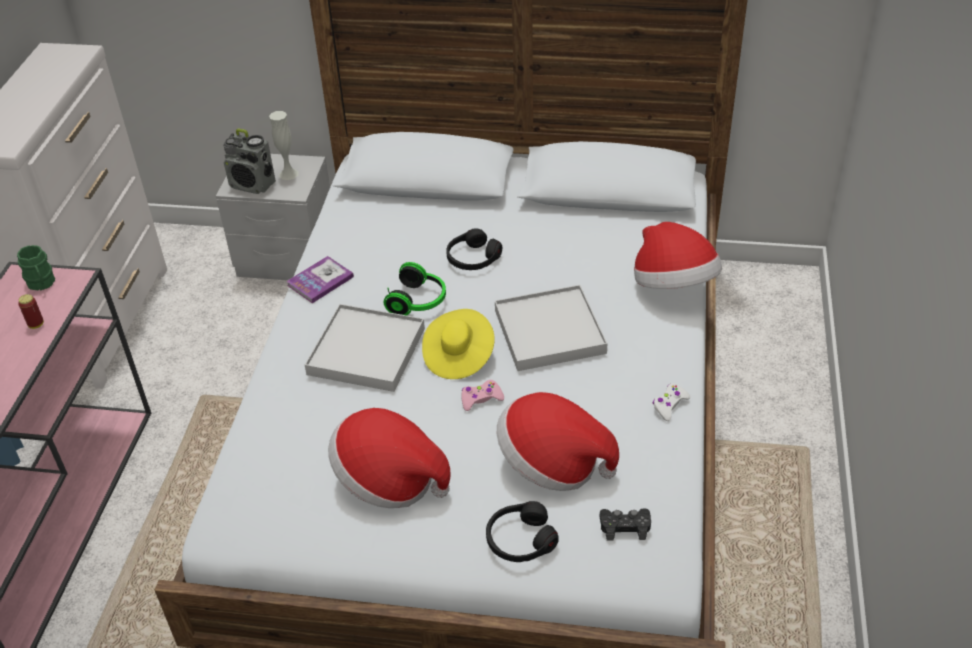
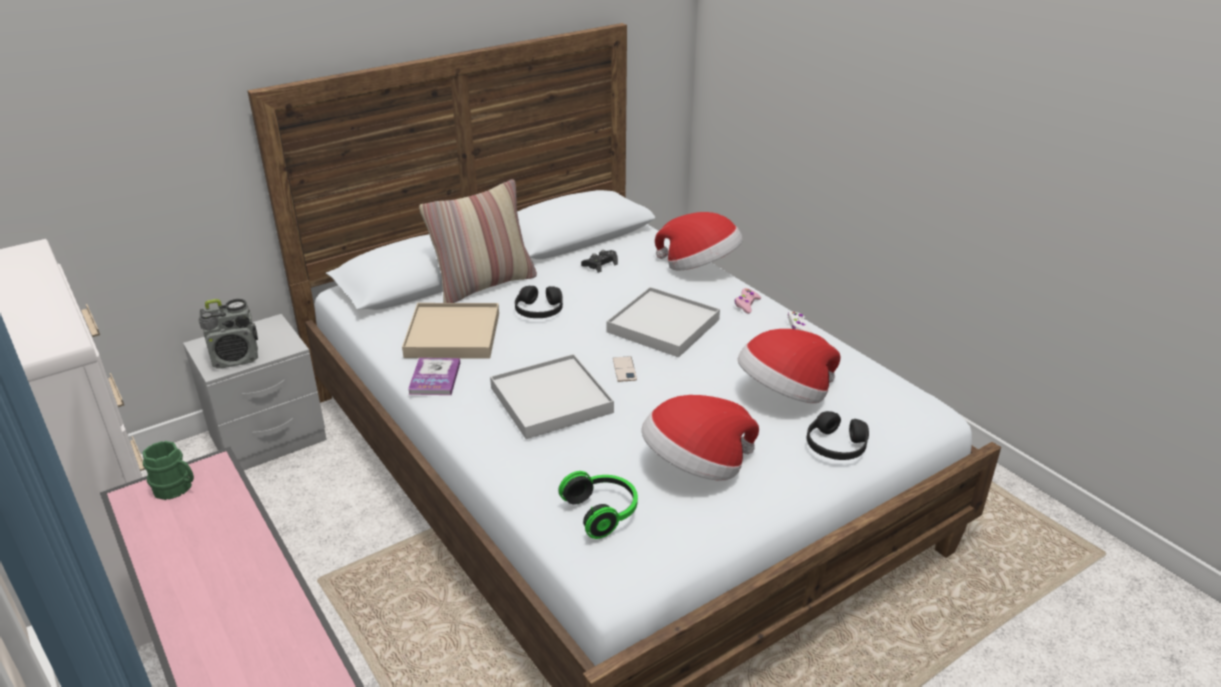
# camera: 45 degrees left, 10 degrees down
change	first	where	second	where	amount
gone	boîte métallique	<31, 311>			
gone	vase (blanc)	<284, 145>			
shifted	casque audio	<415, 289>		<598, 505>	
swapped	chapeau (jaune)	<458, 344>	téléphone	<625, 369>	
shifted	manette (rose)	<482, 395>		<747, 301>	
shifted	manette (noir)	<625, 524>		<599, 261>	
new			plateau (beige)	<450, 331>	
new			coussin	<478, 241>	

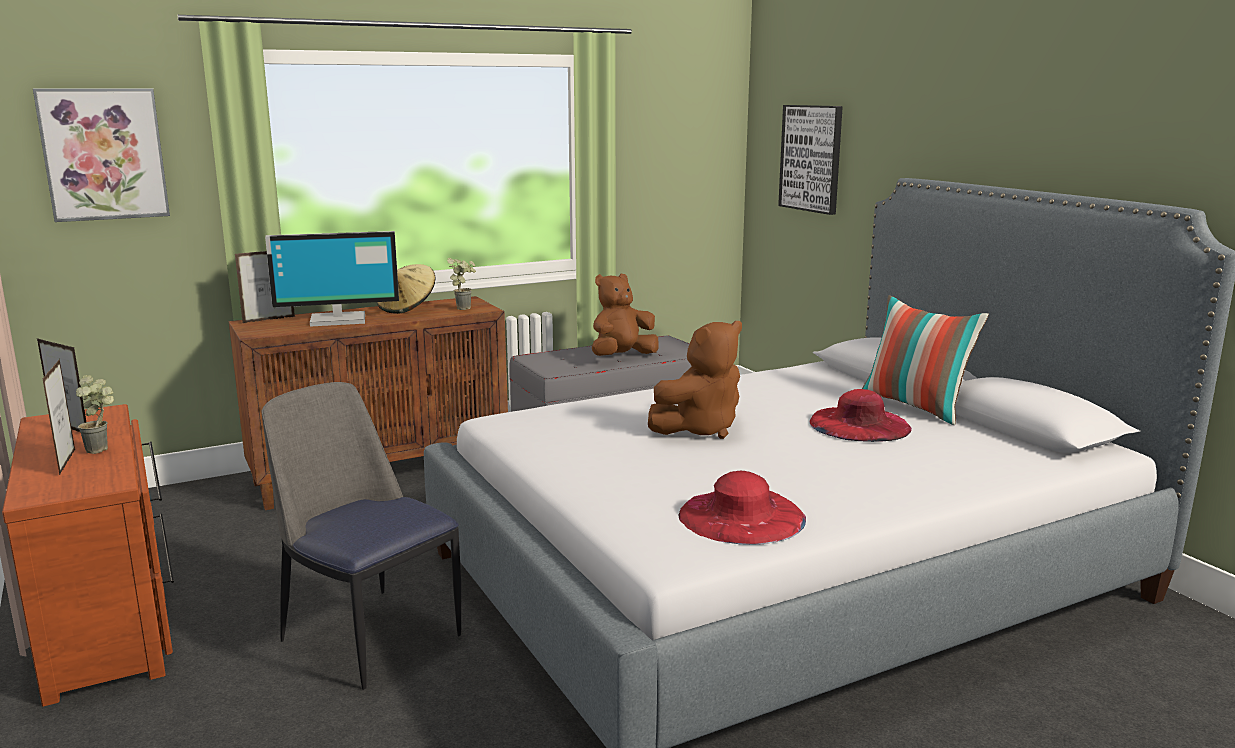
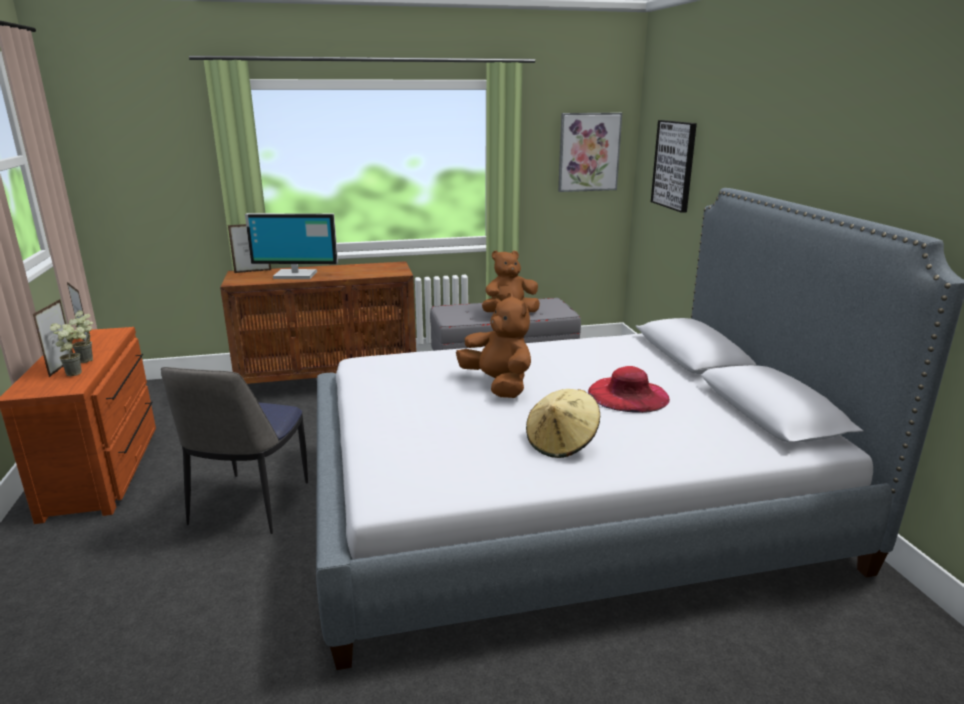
# camera: 15 degrees right, 5 degrees up
change	first	where	second	where	amount
shifted	tableau	<101, 155>		<590, 152>	
rotated	chaise	<361, 536>		<234, 450>	135 degrees counterclockwise
shifted	chapeau (beige)	<406, 289>		<563, 423>	
shifted	plante en pot	<461, 284>		<68, 349>	
rotated	peluche (marron)	<695, 380>		<493, 345>	105 degrees counterclockwise
gone	chapeau (rouge)	<742, 508>			
gone	coussin	<925, 360>			

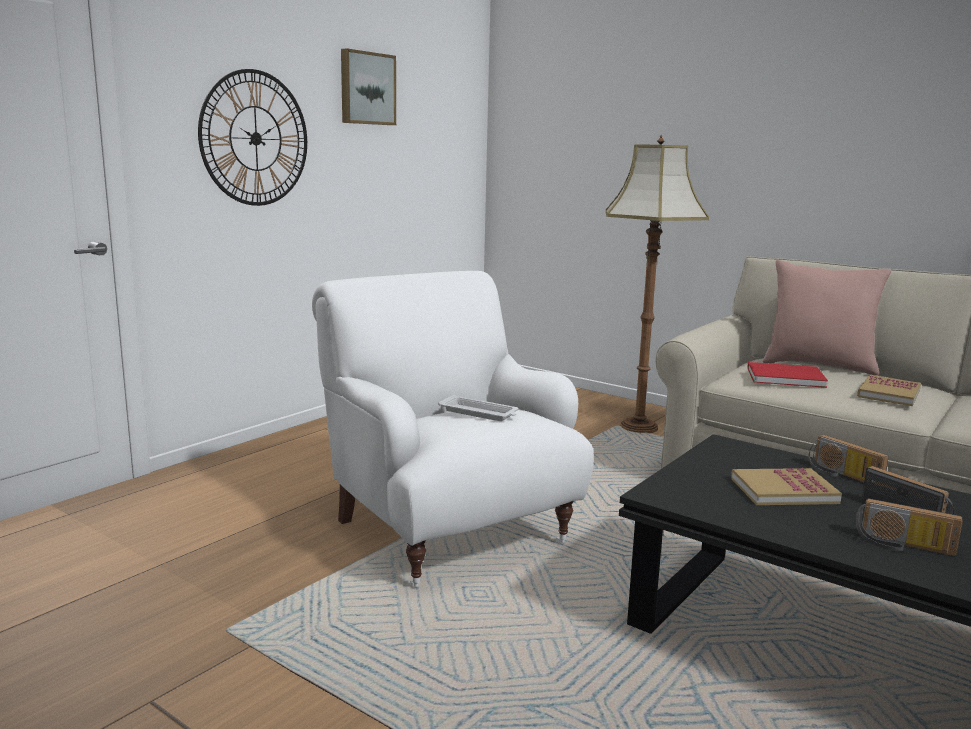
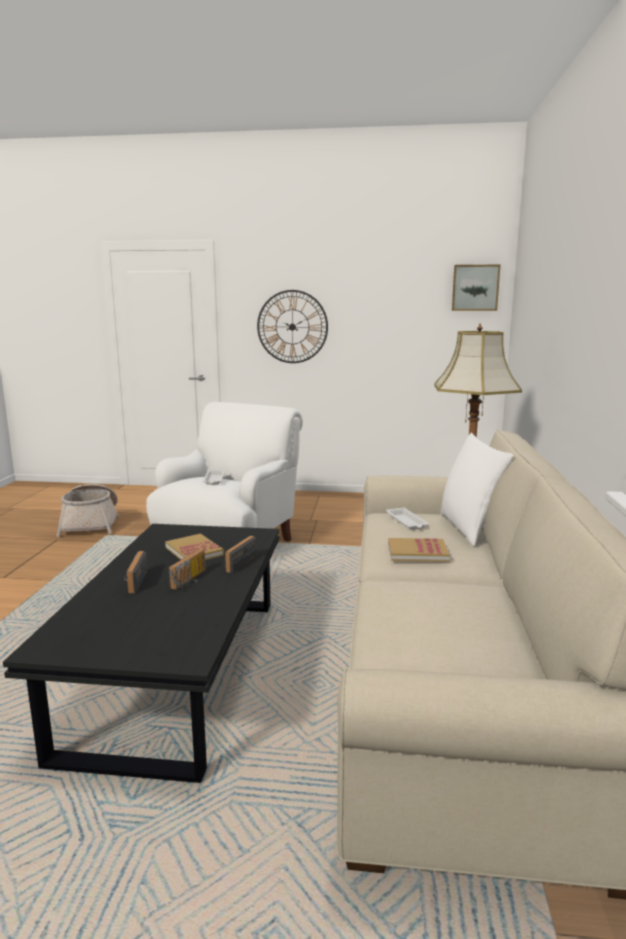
# camera: 60 degrees right, 0 degrees up
change	first	where	second	where	amount
shifted	tableau	<368, 86>		<476, 288>	
swapped	livre (rouge)	<787, 375>	plateau (blanc)	<407, 518>	
repainted	coussin (rose)	<827, 318>	coussin (blanc)	<477, 490>	
new			panier	<87, 510>	

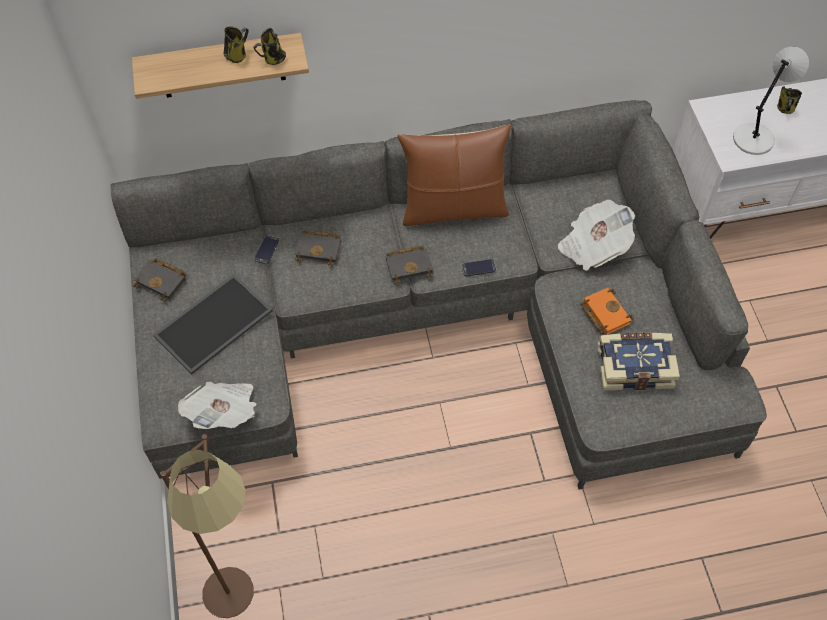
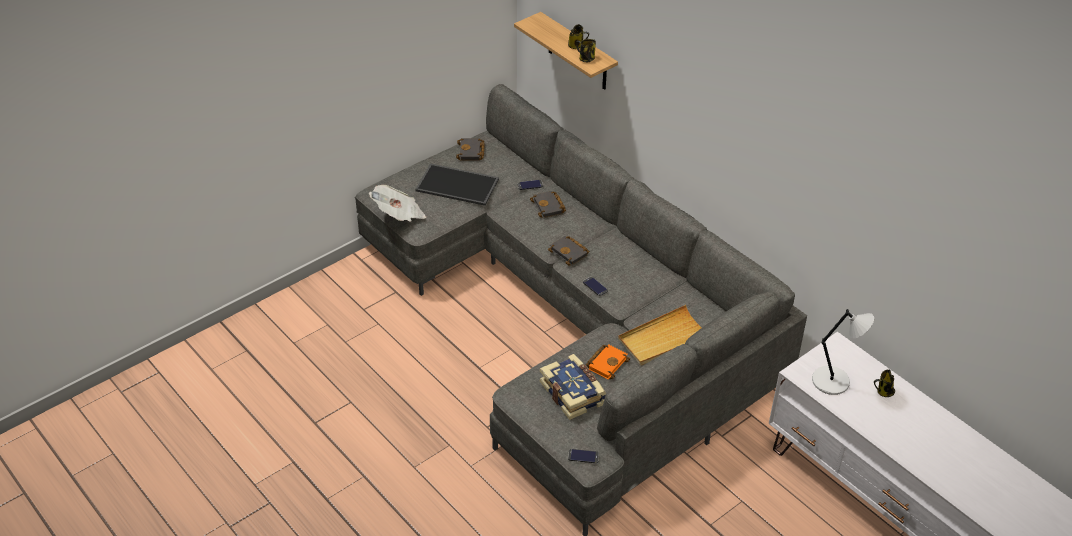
# camera: 60 degrees right, 15 degrees down
change	first	where	second	where	amount
gone	lampadaire (marron)	<207, 526>			
gone	coussin (marron)	<454, 175>			
swapped	journal	<596, 235>	plateau (beige)	<659, 335>	
new			téléphone	<583, 456>	

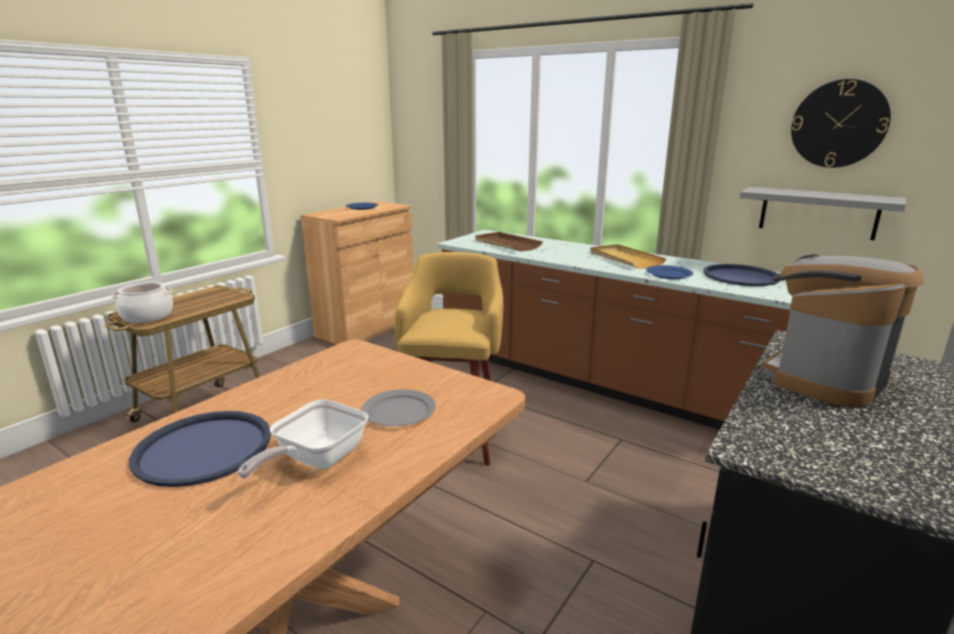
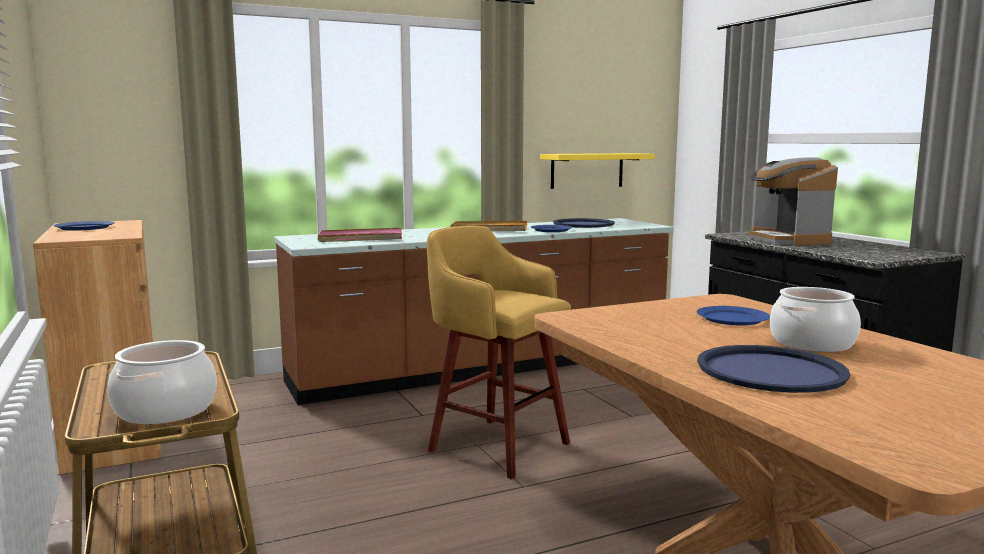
# camera: 60 degrees left, 10 degrees down
change	first	where	second	where	amount
swapped	poêle	<303, 438>	marmite	<815, 319>	
repainted	assiette (gris)	<399, 407>	assiette (bleu)	<733, 315>	
repainted	plateau (marron)	<509, 241>	plateau (rose)	<360, 235>	
repainted	étagère (gris)	<822, 213>	étagère (jaune)	<597, 171>	
gone	horloge murale	<841, 123>			

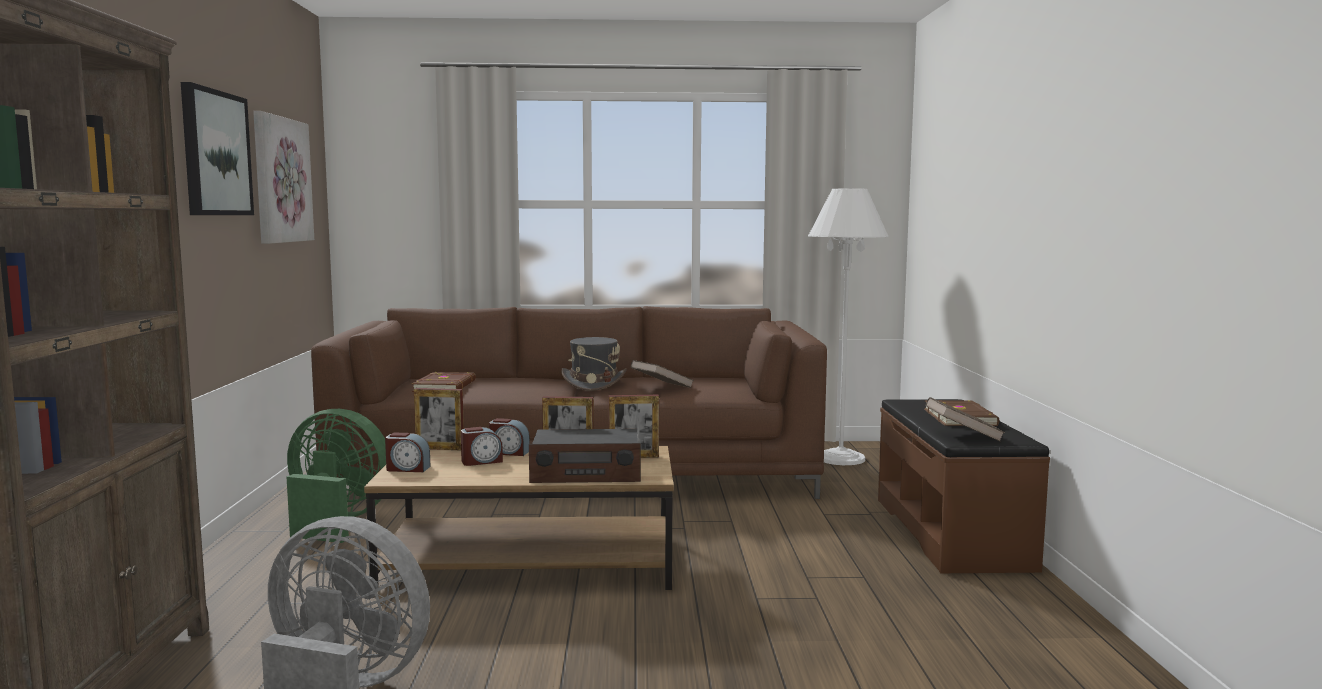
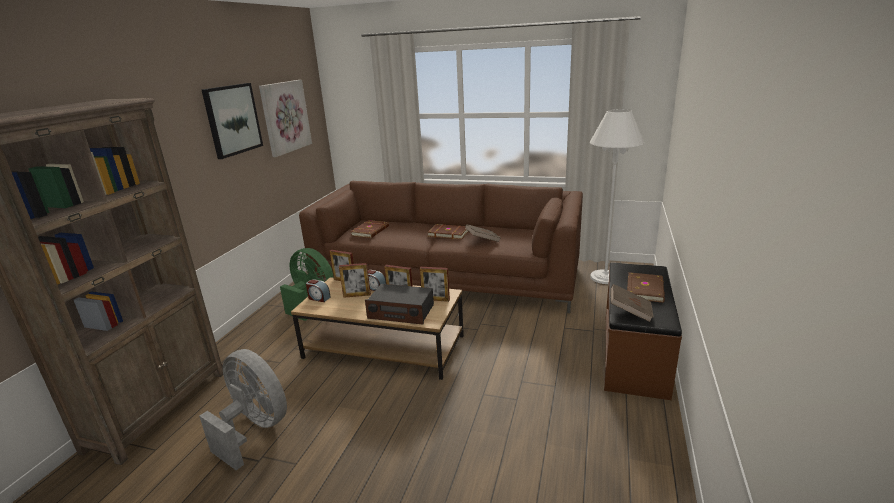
# camera: 20 degrees right, 15 degrees up
change	first	where	second	where	amount
swapped	réveil	<482, 446>	cadre photo	<355, 280>	
swapped	chapeau (gris)	<594, 364>	livre (marron)	<447, 231>	

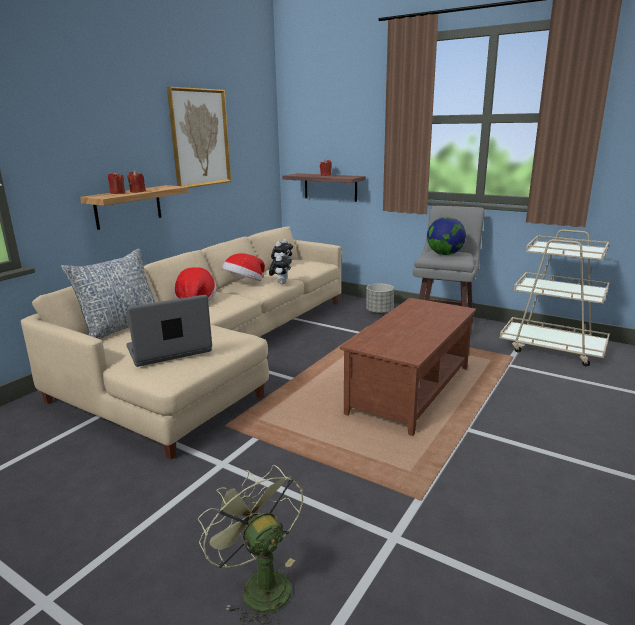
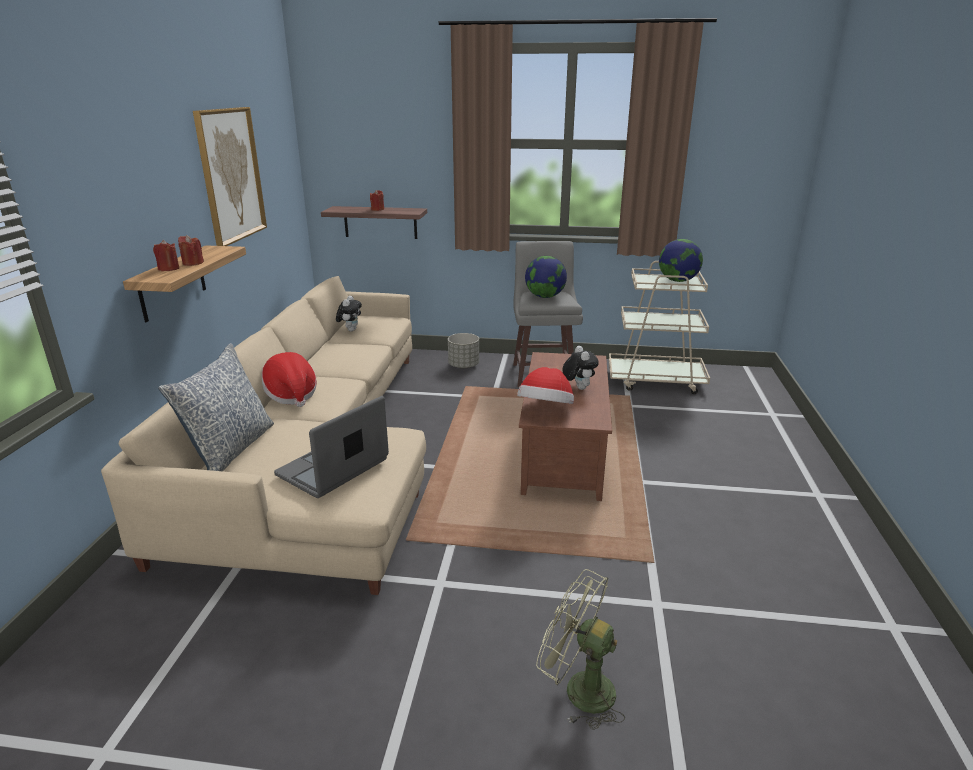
# camera: 25 degrees left, 5 degrees up
change	first	where	second	where	amount
shifted	chapeau	<243, 267>		<545, 385>	
shifted	peluche	<280, 268>		<581, 368>	
new			globe	<681, 260>	

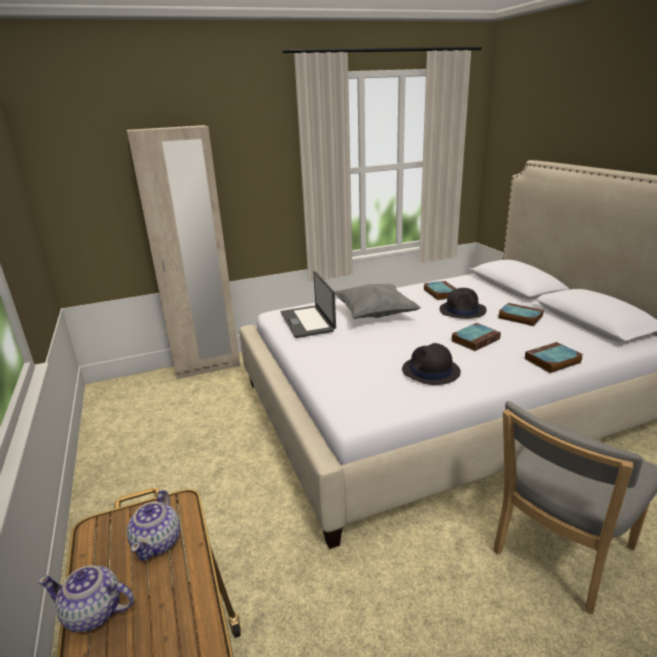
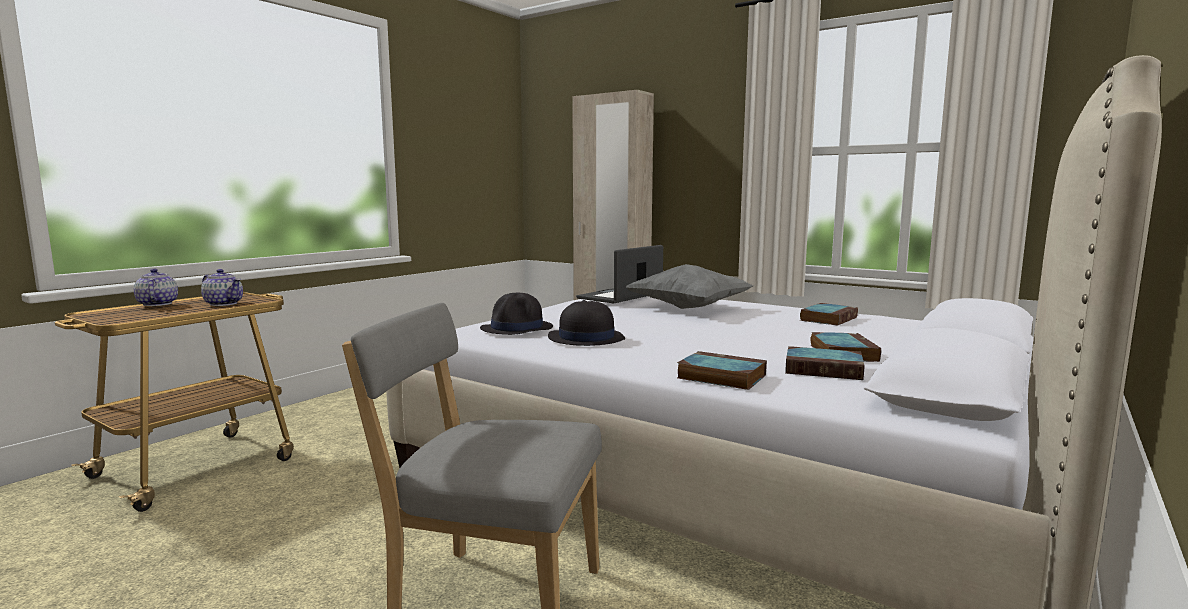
# camera: 55 degrees right, 15 degrees down
change	first	where	second	where	amount
rotated	théière	<153, 525>		<222, 287>	120 degrees counterclockwise
shifted	chapeau (noir)	<463, 303>		<516, 314>	
shifted	livre	<476, 337>		<825, 363>	

